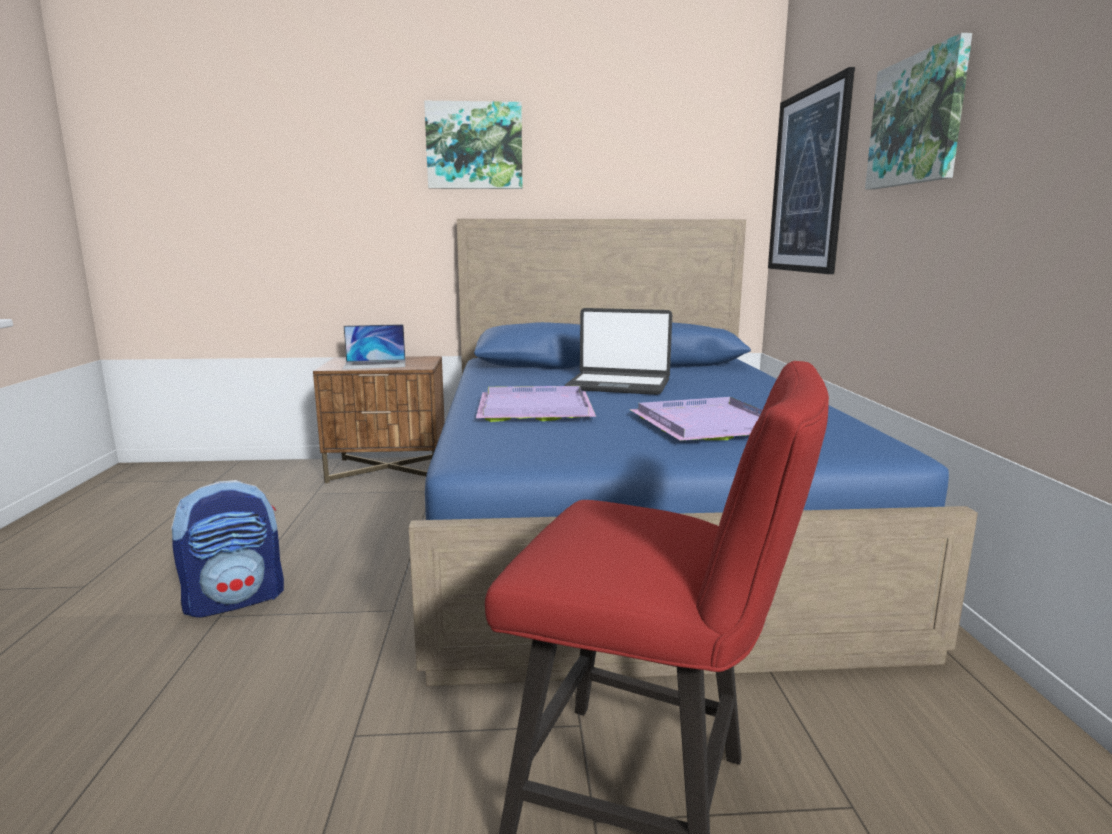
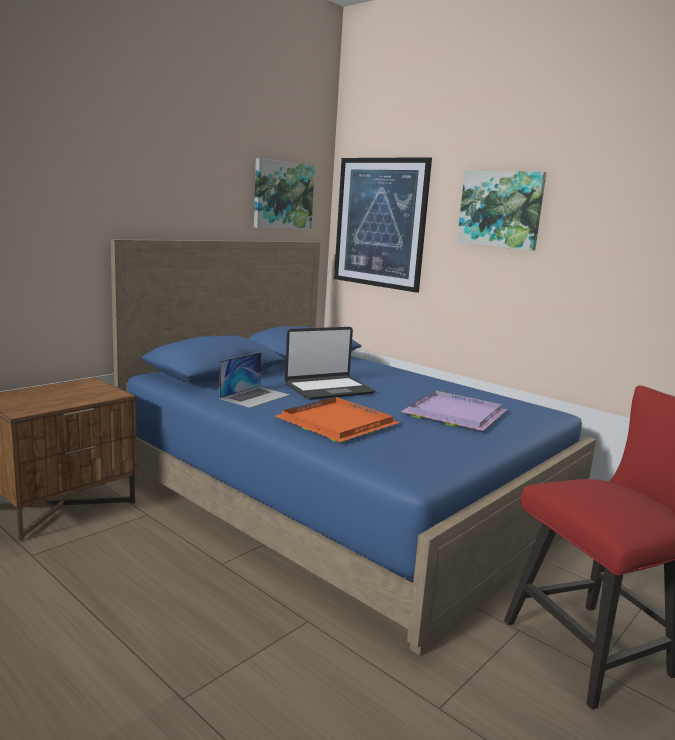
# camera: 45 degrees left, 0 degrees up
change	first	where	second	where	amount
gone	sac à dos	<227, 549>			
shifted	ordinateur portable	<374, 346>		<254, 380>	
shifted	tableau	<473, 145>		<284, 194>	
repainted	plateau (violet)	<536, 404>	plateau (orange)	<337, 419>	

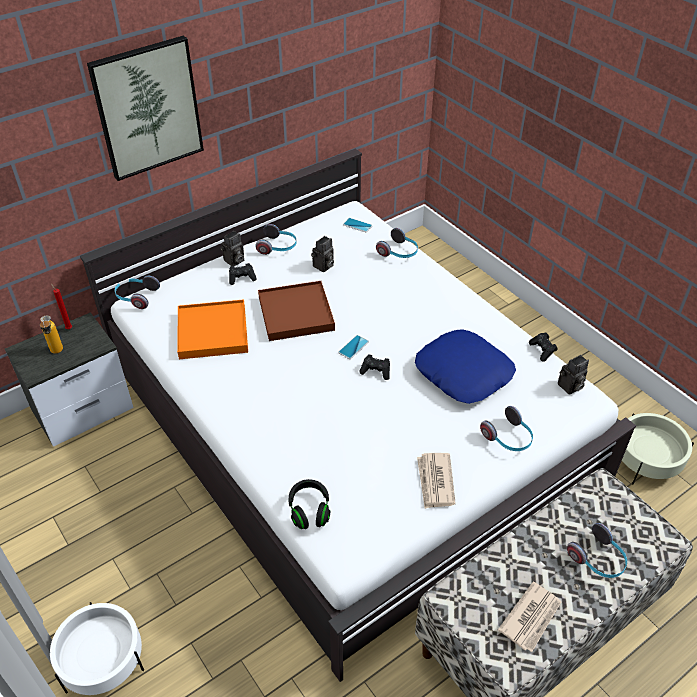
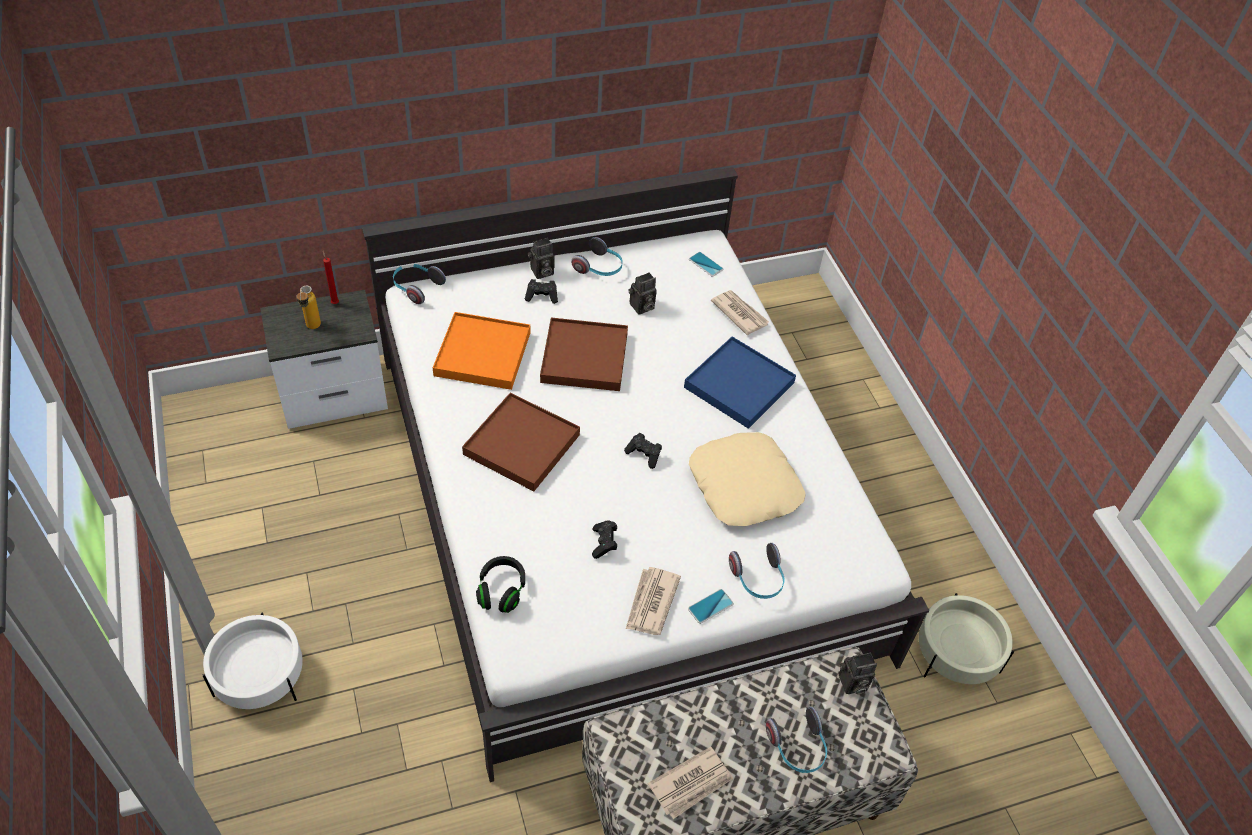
# camera: 15 degrees right, 5 degrees up
change	first	where	second	where	amount
gone	tableau	<145, 108>			
shifted	téléphone	<353, 347>		<711, 606>	
swapped	casque audio	<397, 243>	journal	<740, 312>	
repainted	coussin (bleu)	<465, 367>	coussin (beige)	<747, 479>	
shifted	manette (noir)	<543, 347>		<604, 539>	
shifted	appareil photo	<573, 375>		<858, 673>	
new			plateau (marron)	<521, 441>	
new			plateau (bleu)	<740, 382>	

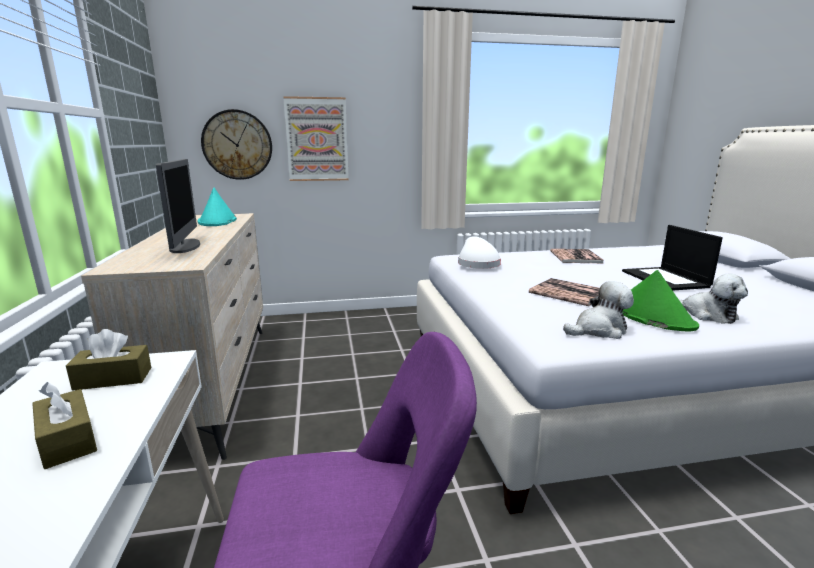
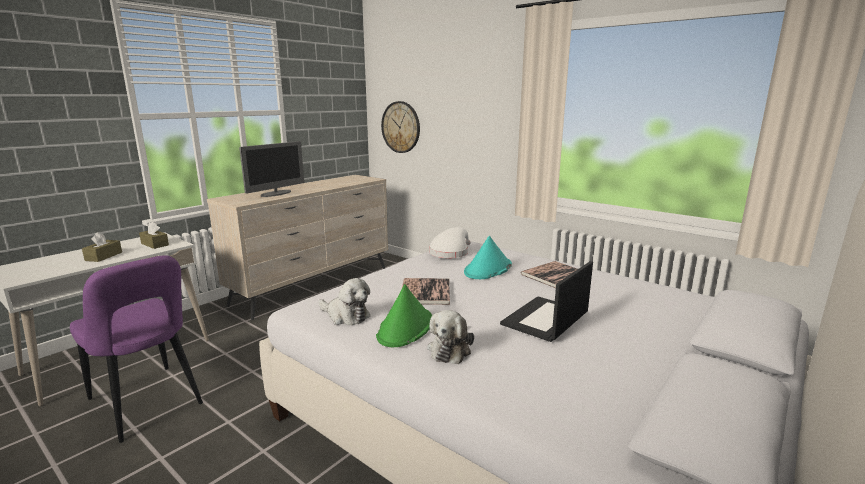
# camera: 50 degrees right, 0 degrees up
change	first	where	second	where	amount
shifted	chapeau (turquoise)	<217, 207>		<488, 257>	
gone	tableau	<316, 138>			

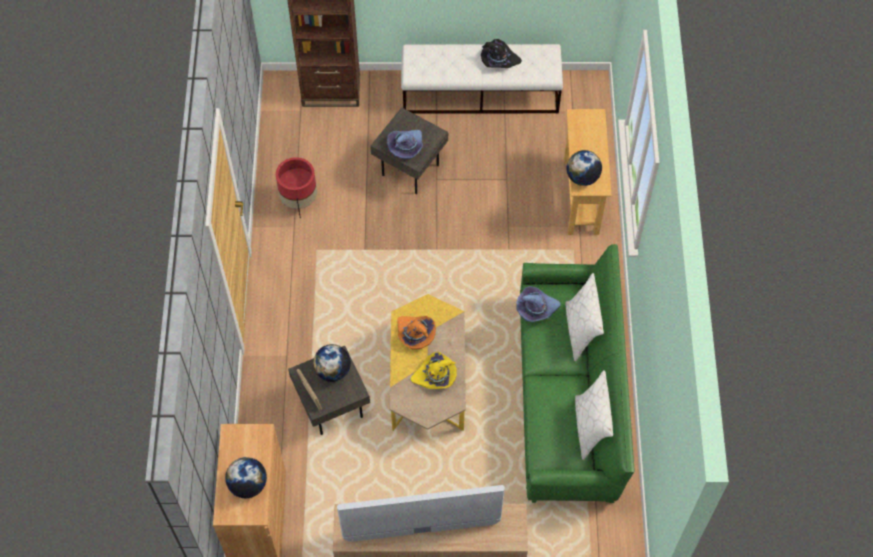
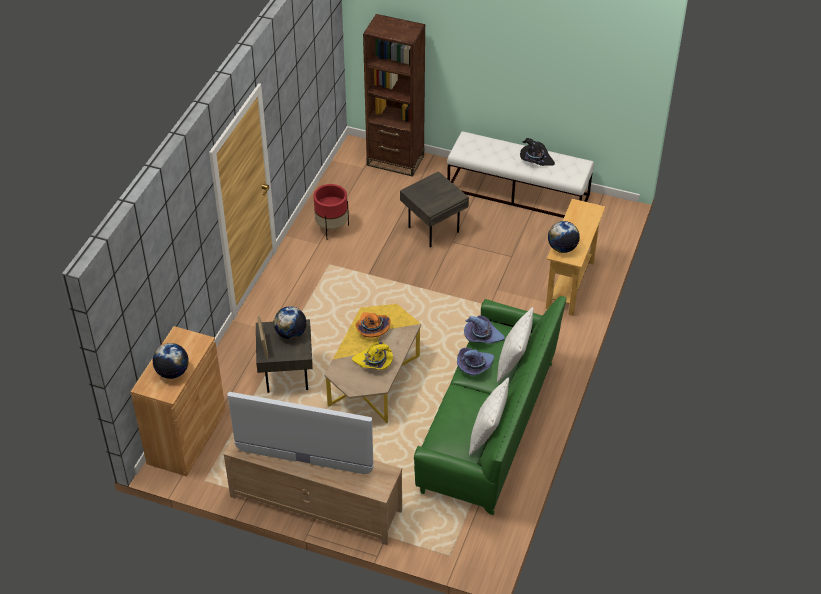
# camera: 20 degrees right, 15 degrees down
change	first	where	second	where	amount
shifted	chapeau (violet)	<405, 144>		<475, 361>	

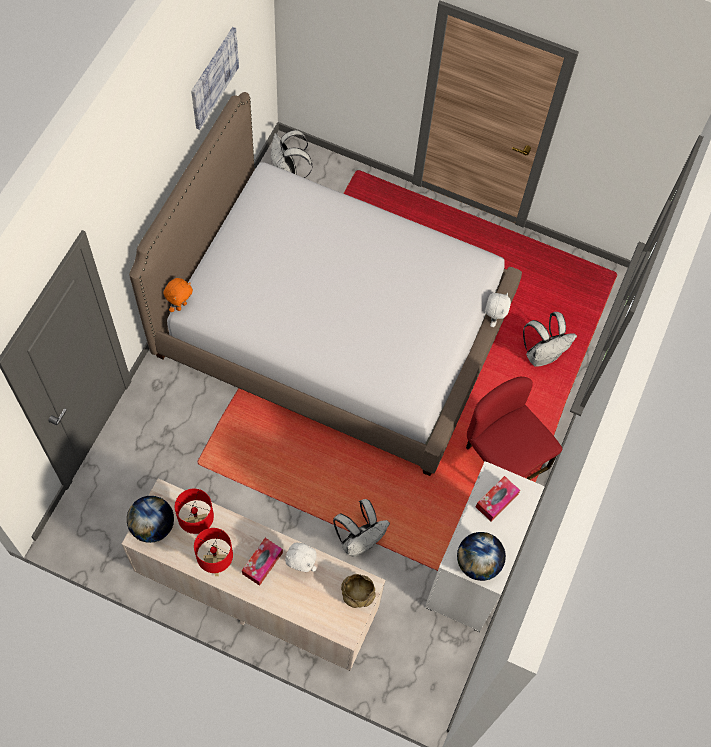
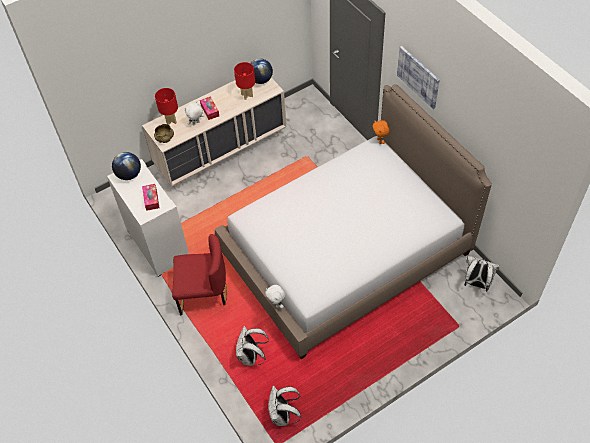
# camera: 130 degrees right, 10 degrees down
change	first	where	second	where	amount
shifted	tableau	<215, 78>		<418, 77>	
shifted	lampe de table (rouge)	<213, 552>		<166, 106>	
shifted	sac à dos (blanc)	<361, 528>		<284, 406>	

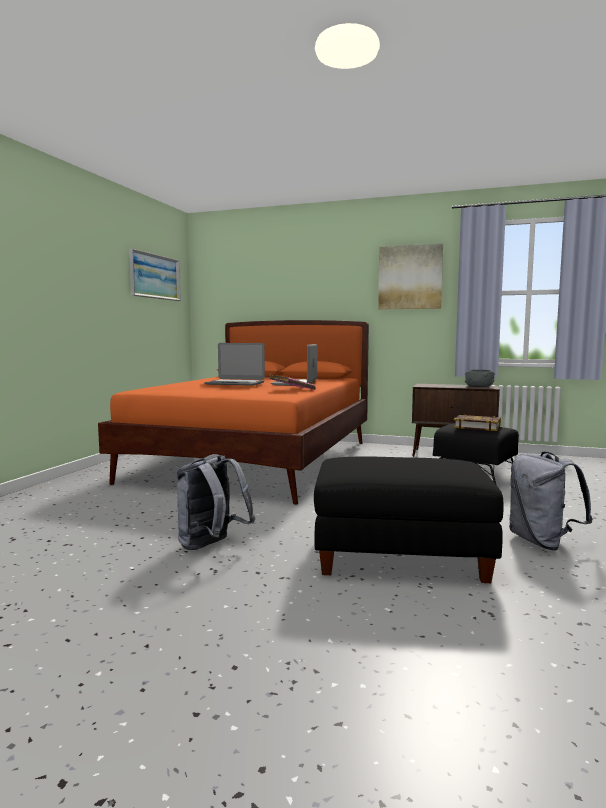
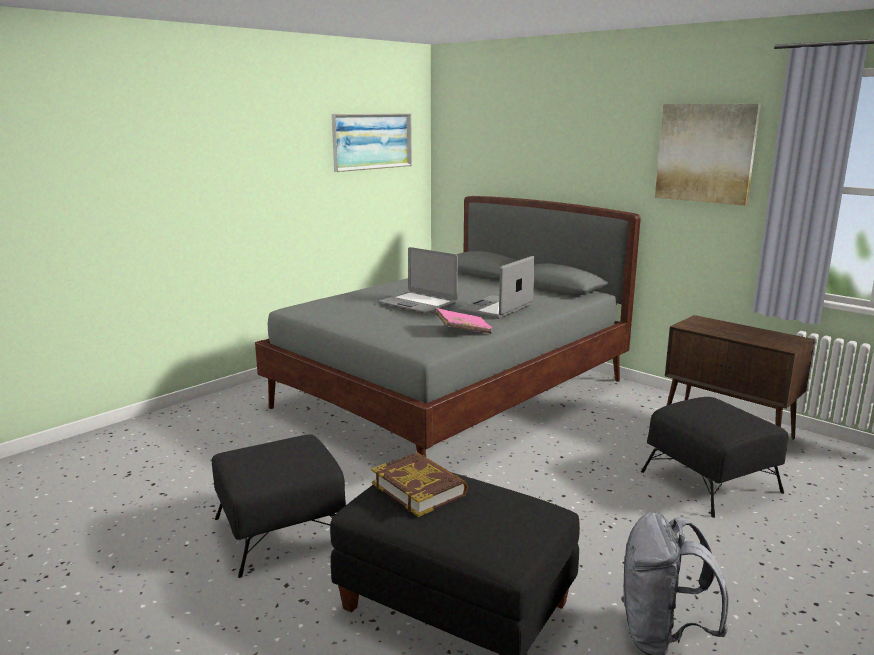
# camera: 25 degrees right, 10 degrees up
change	first	where	second	where	amount
repainted	lit (orange)	<233, 412>	lit (gris)	<448, 326>	
swapped	sac à dos (gris)	<216, 502>	pouf (noir)	<279, 506>	
shifted	livre	<477, 423>		<419, 484>	
gone	bol (gris)	<480, 378>			

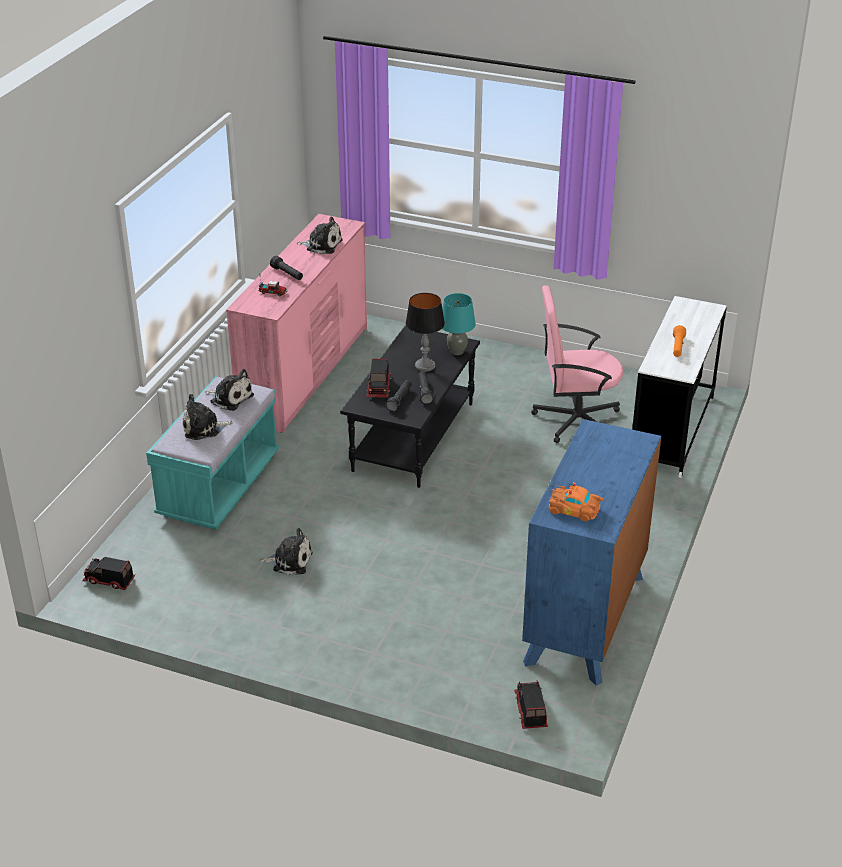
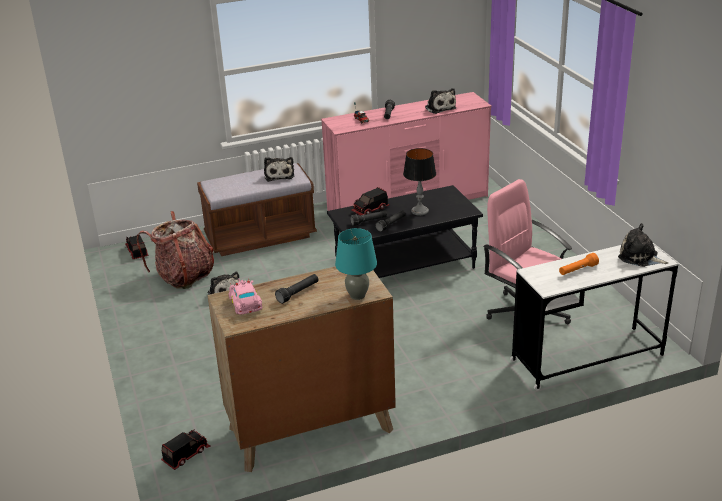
# camera: 50 degrees right, 5 degrees down
change	first	where	second	where	amount
repainted	banc (turquoise)	<212, 453>	banc (marron)	<257, 209>	
shifted	peluche	<208, 417>		<643, 245>	
shifted	lampe de table (turquoise)	<459, 324>		<356, 264>	
repainted	commode (bleu)	<591, 552>	commode (marron)	<301, 369>	
repainted	petite voiture (orange)	<576, 501>	petite voiture (rose)	<245, 296>	
new			sac à dos	<175, 250>	
new			lampe de poche (noir)	<296, 289>	

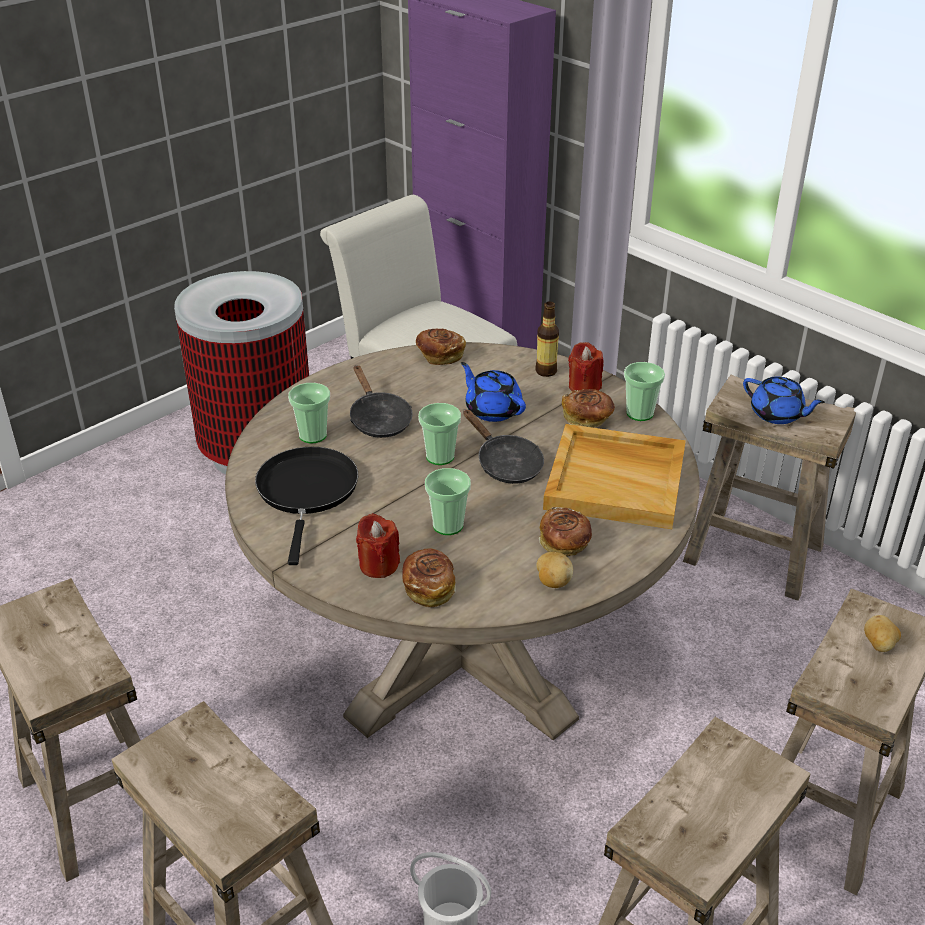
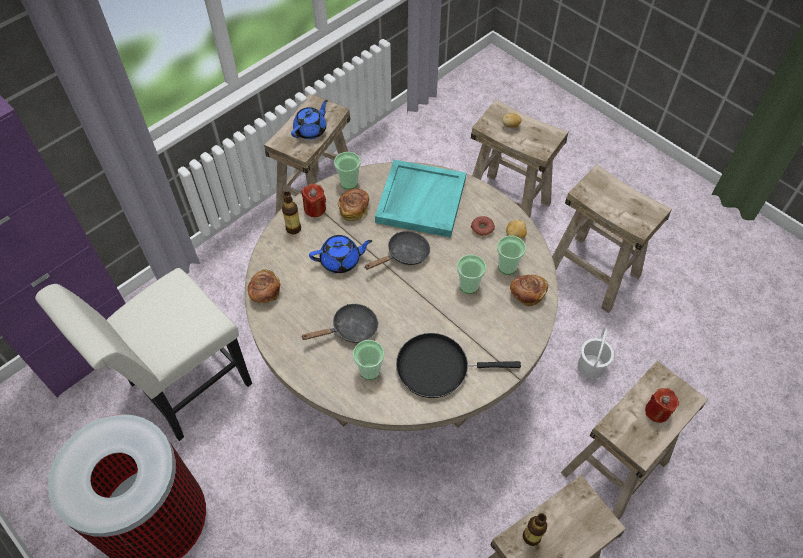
# camera: 90 degrees left, 20 degrees up
change	first	where	second	where	amount
shifted	bougie (rouge)	<378, 545>		<662, 405>	
shifted	tasse	<439, 434>		<511, 255>	
rotated	théière (bleu)	<493, 392>		<340, 254>	150 degrees counterclockwise
swapped	pain	<565, 531>	beignet	<483, 226>	
repainted	plateau (beige)	<614, 476>	plateau (turquoise)	<420, 199>	
new			bouteille	<535, 529>	

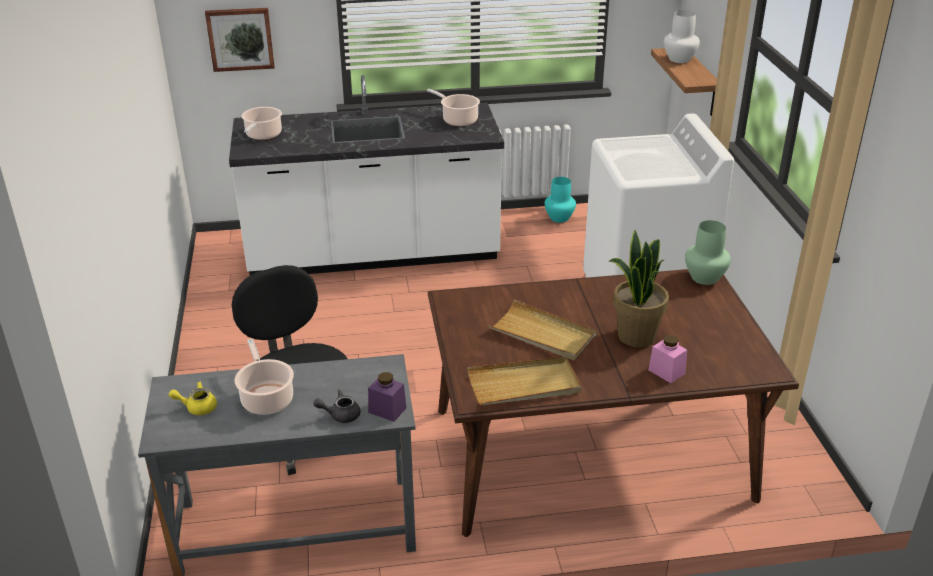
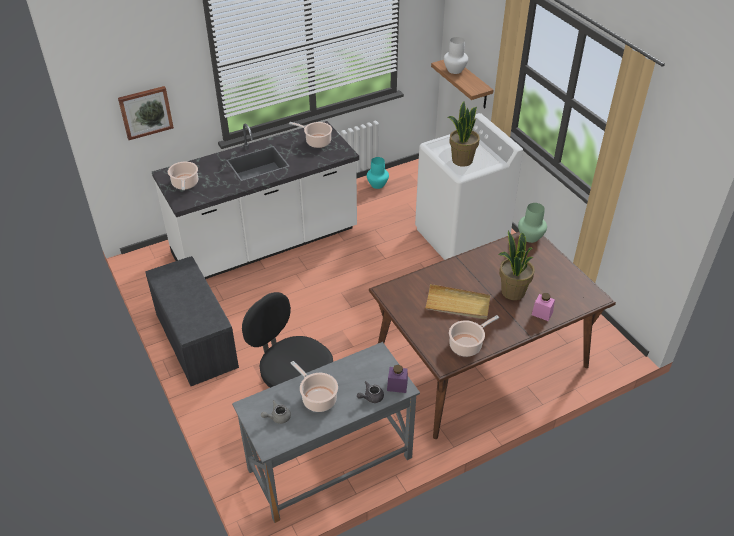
# camera: 20 degrees left, 10 degrees up
change	first	where	second	where	amount
repainted	théière (jaune)	<193, 398>	théière (gris)	<276, 412>	
swapped	plateau (beige)	<524, 381>	marmite	<474, 336>	
new			banc (gris)	<192, 321>	
new			plante en pot	<463, 134>	

